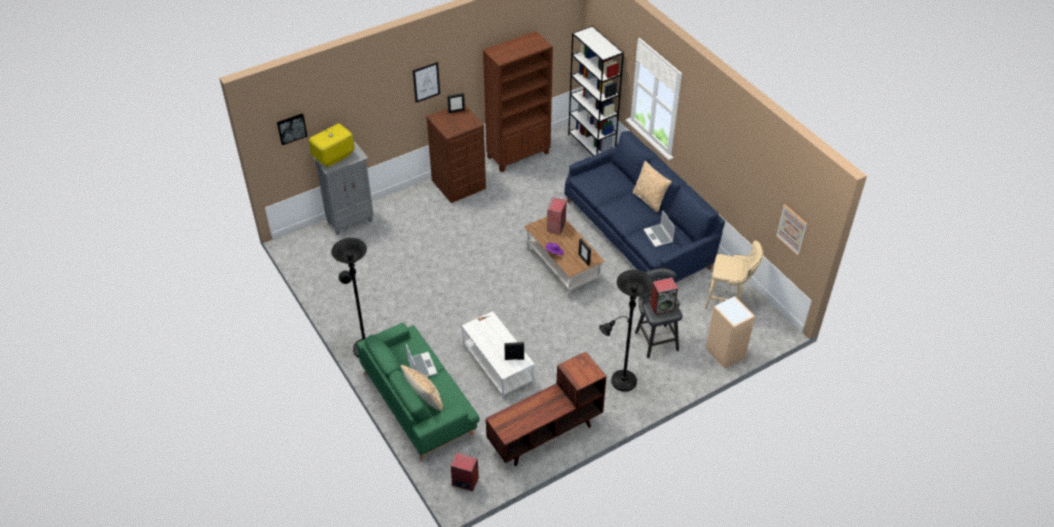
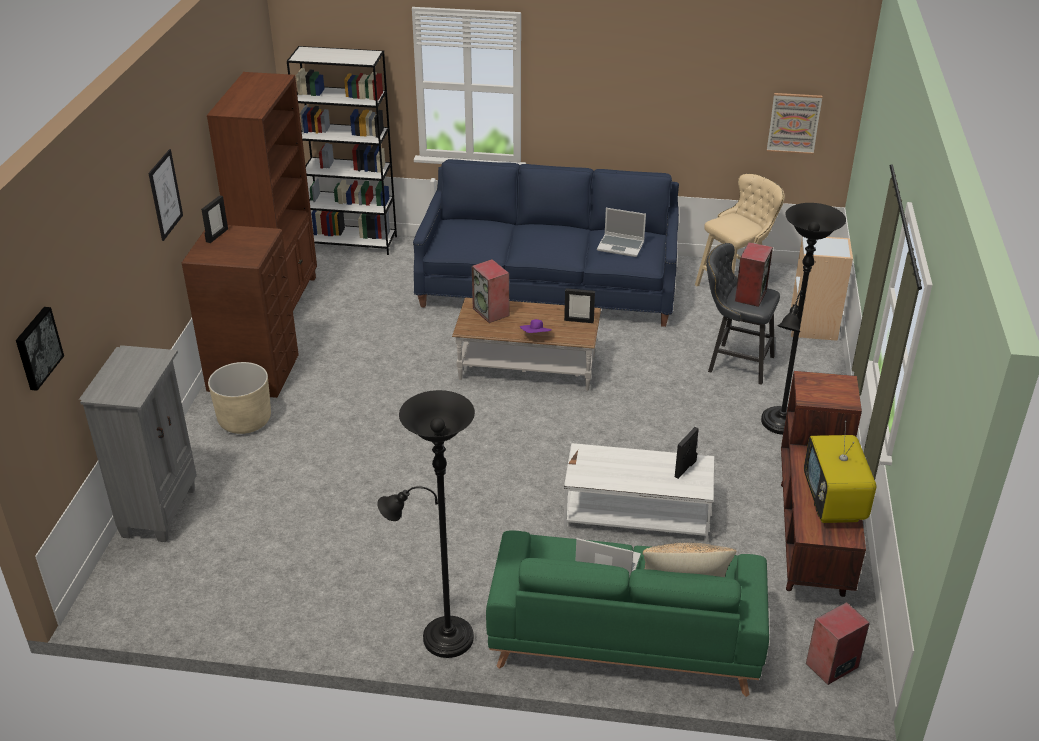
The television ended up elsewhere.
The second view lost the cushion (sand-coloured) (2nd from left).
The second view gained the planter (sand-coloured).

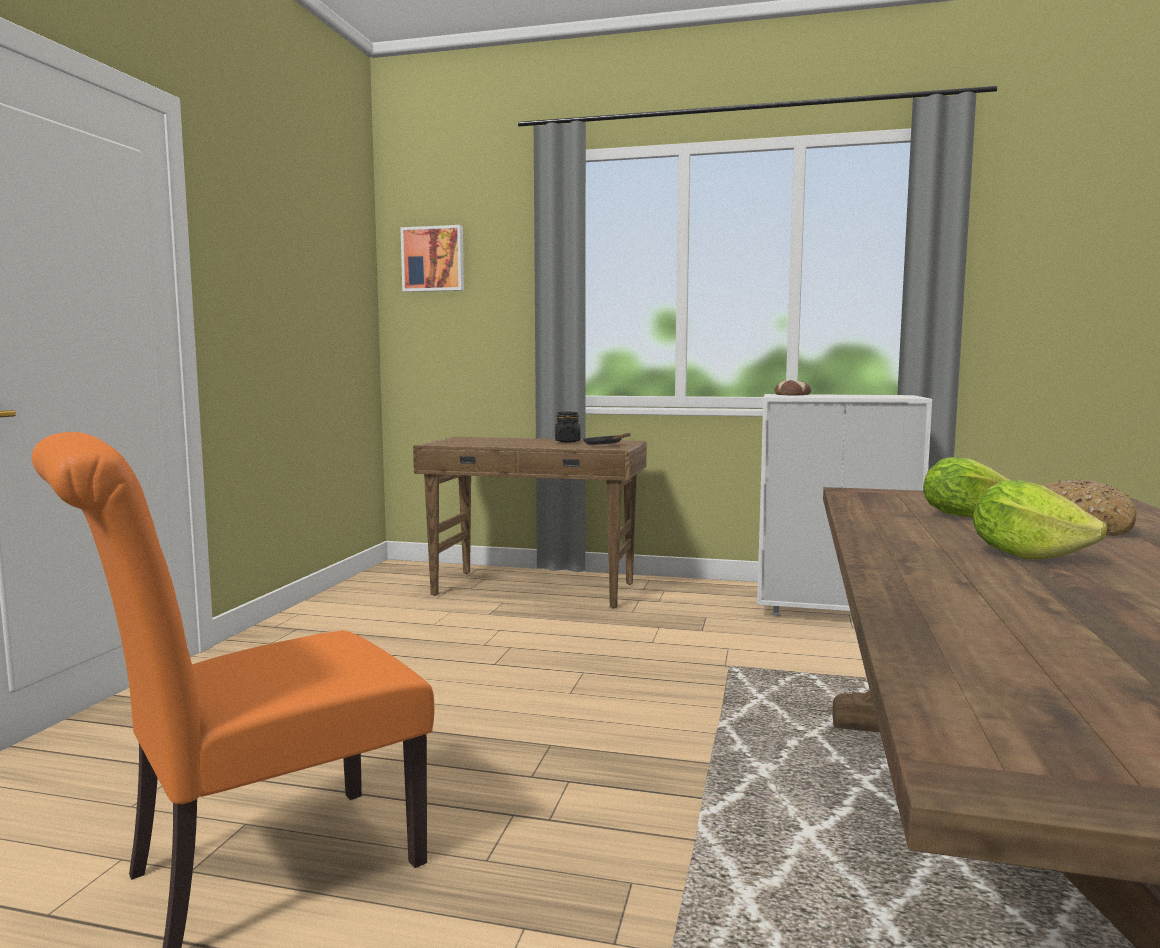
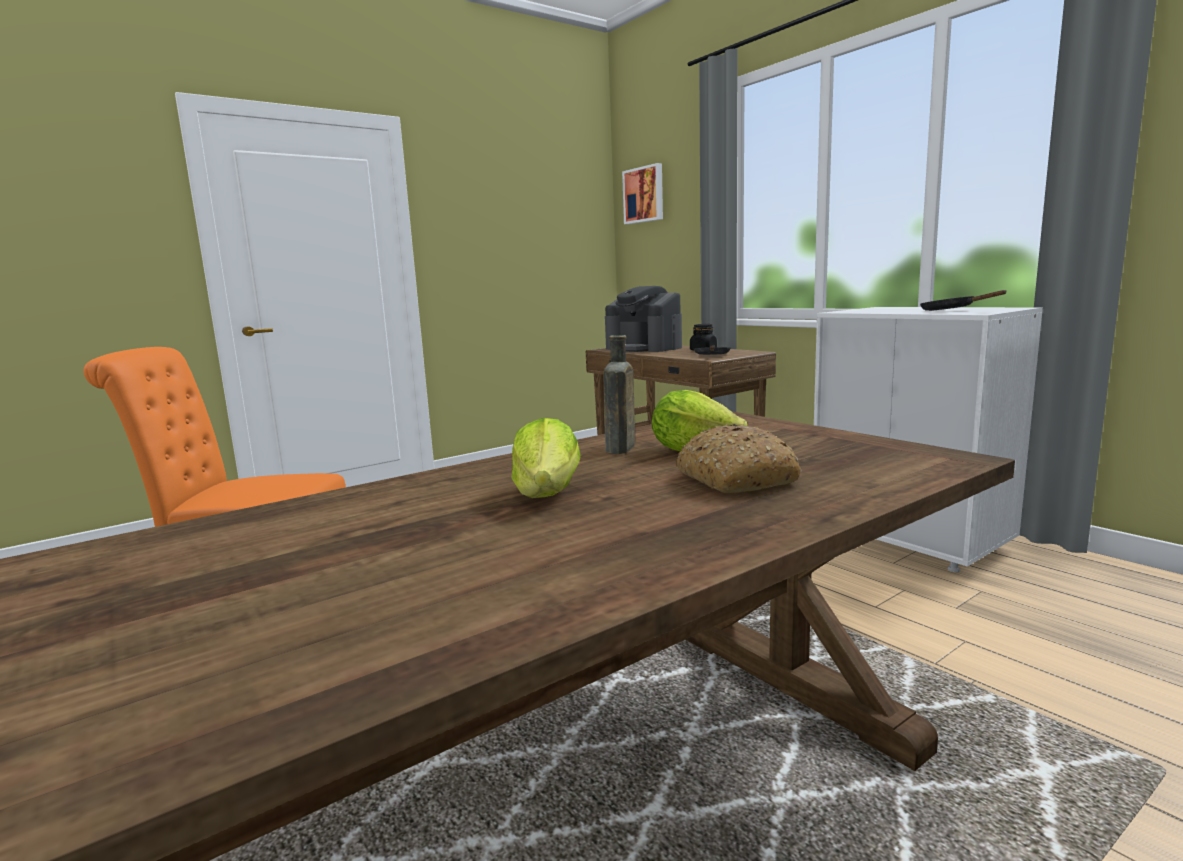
The second view lost the baked bread (1st from left).
The second view gained the coffee brewer.
The second view gained the frying pan (black-coloured) (2nd from left).
The second view gained the bottle (brownish).

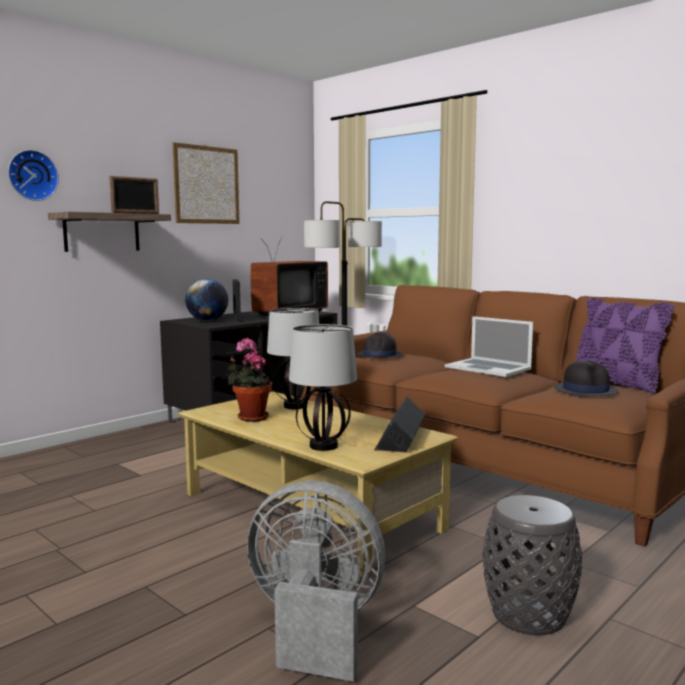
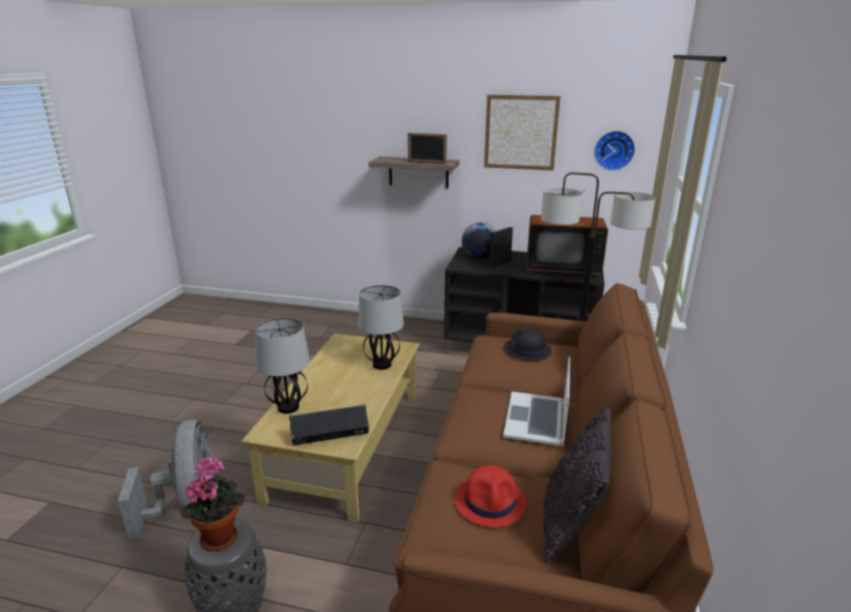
The clock on the wall ended up elsewhere.
What was the cushion (purple-coloured) turned into the cushion (black-coloured).
The potted plant ended up elsewhere.
What was the clothing hat (black-coloured) (2nd from left) turned into the clothing hat (reddish).

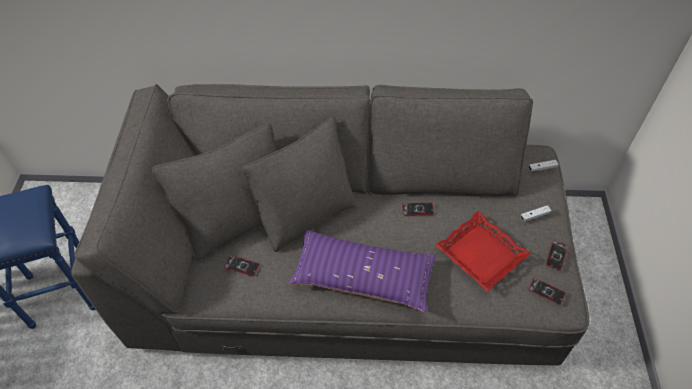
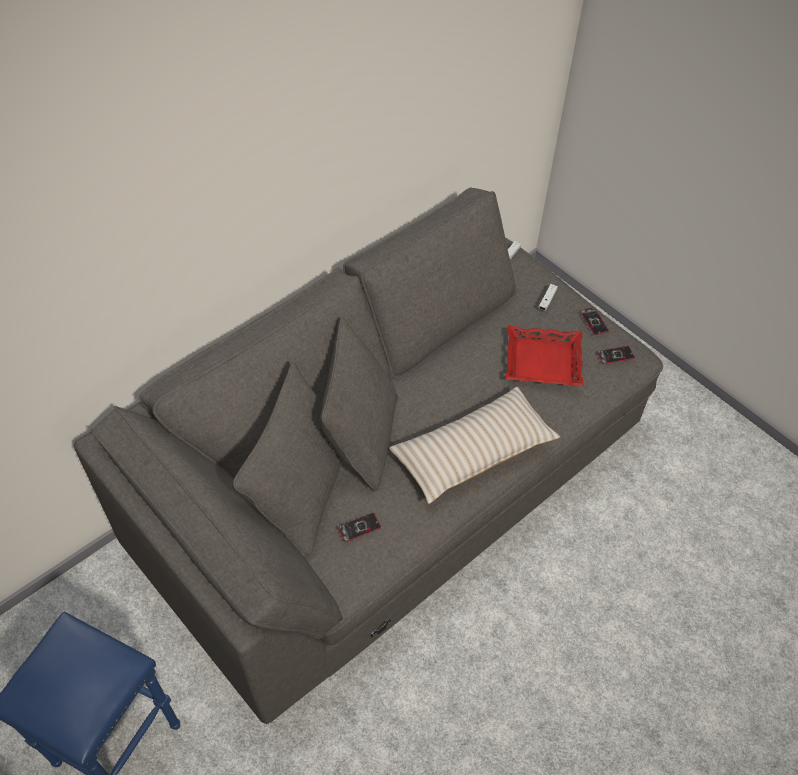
The second view lost the handset (2nd from left).
What was the cushion (purple-coloured) turned into the cushion (sand-coloured).

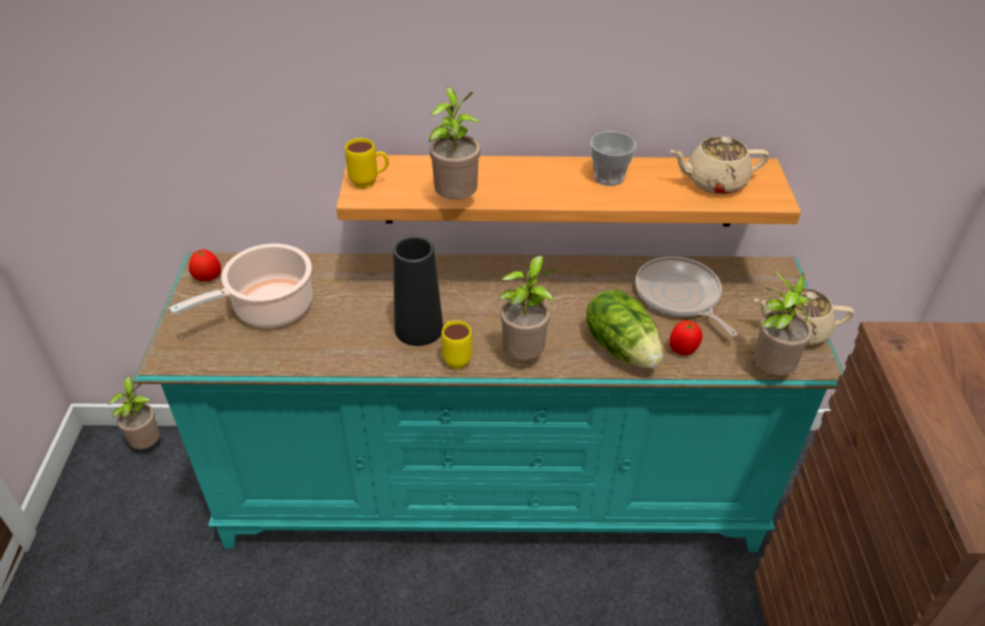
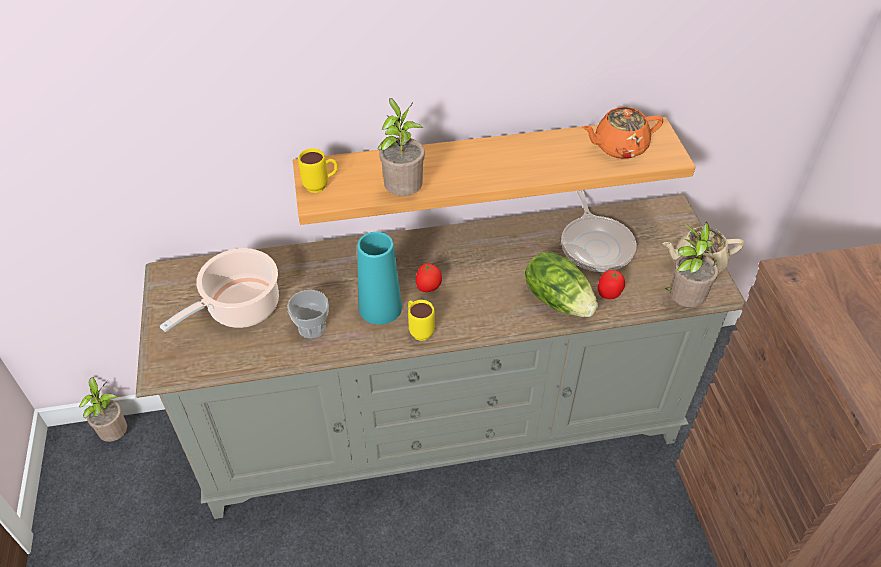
The small cup ended up elsewhere.
What was the pot for tea (sand-coloured) (1st from left) turned into the pot for tea (orangey).
What was the vase (black-coloured) turned into the vase (blue-green).
The whole tomato (1st from left) ended up elsewhere.
What was the storage cabinet (blue-green) turned into the storage cabinet (gray).
The second view lost the potted plant (3rd from left).
The frying pan ended up facing another way, 150 degrees counterclockwise from before.

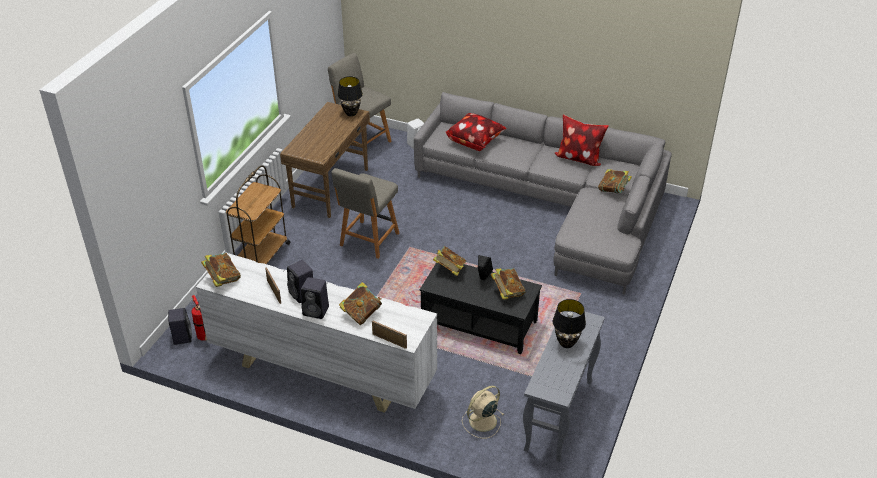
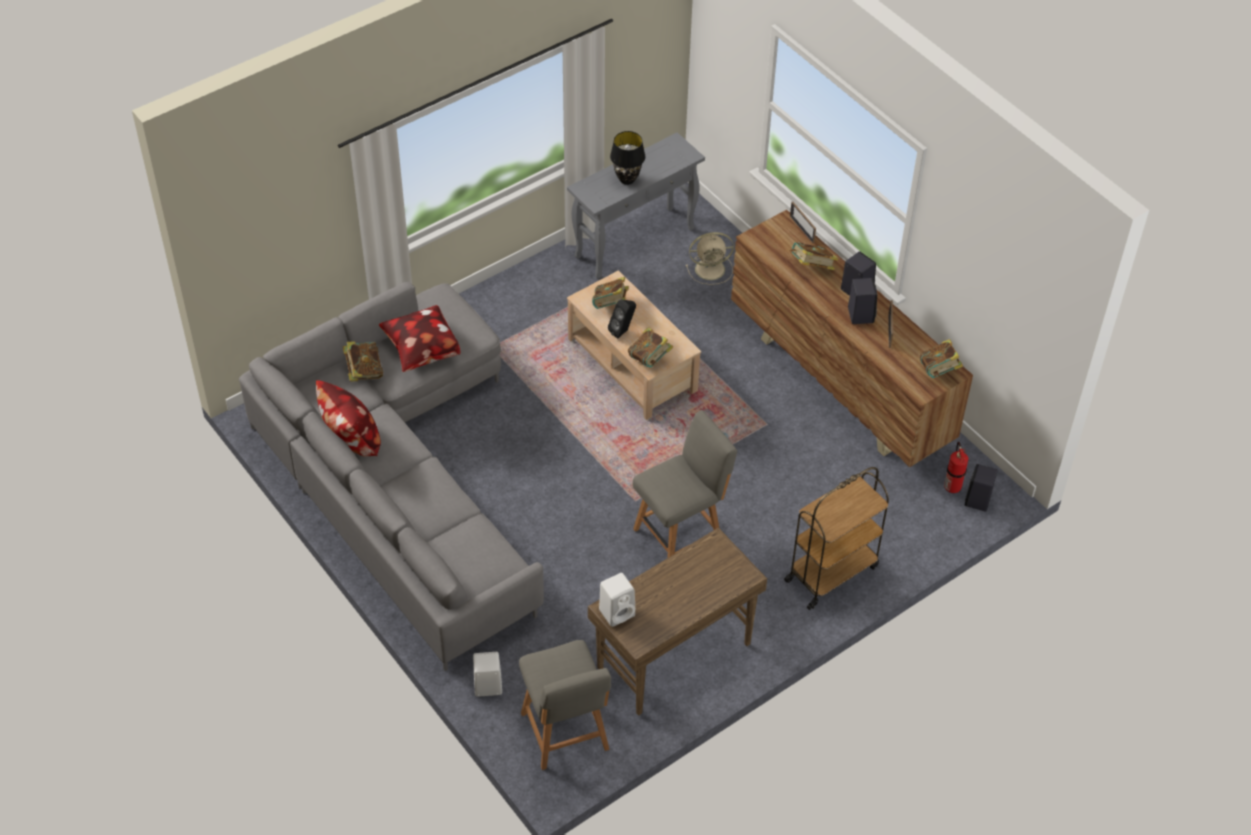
Where the tabletop lamp (black-coloured) (1st from left) stood, the audio speaker (white) (2nd from left) came to stand.
The cushion (1st from left in the first image) ended up elsewhere.
What was the storage cabinet (white) turned into the storage cabinet (brownish).
What was the coffee table (black-coloured) turned into the coffee table (sand-coloured).

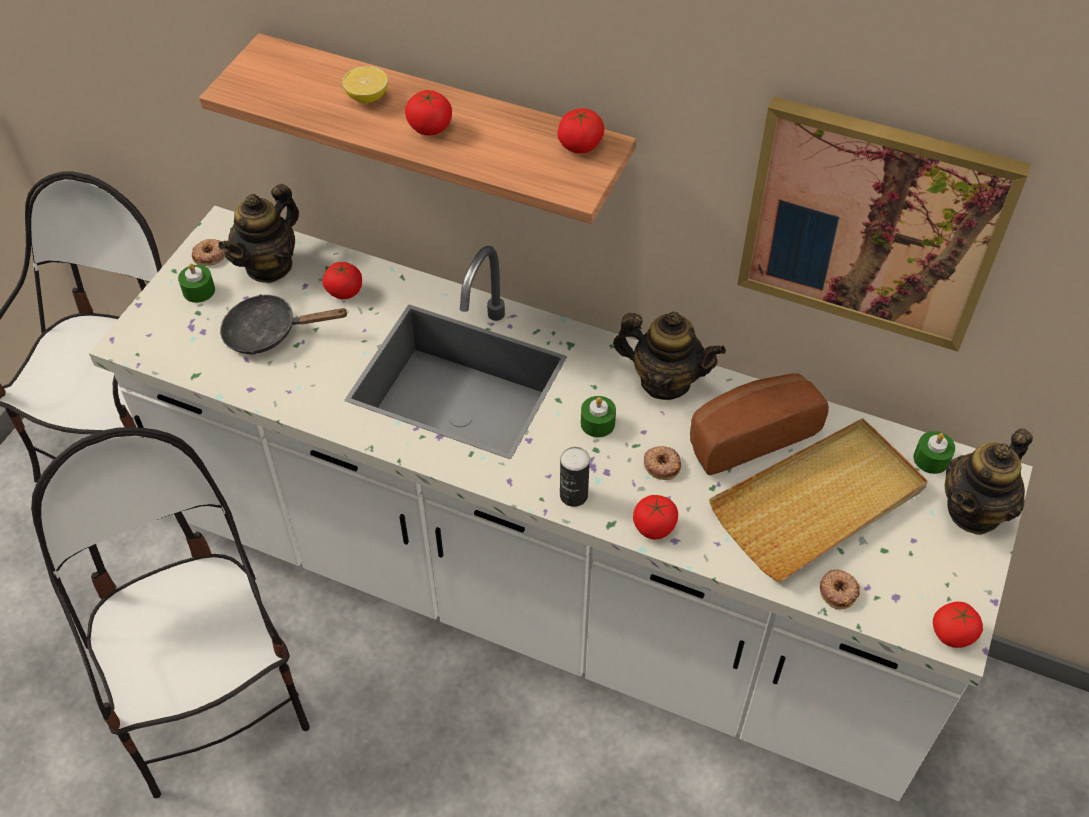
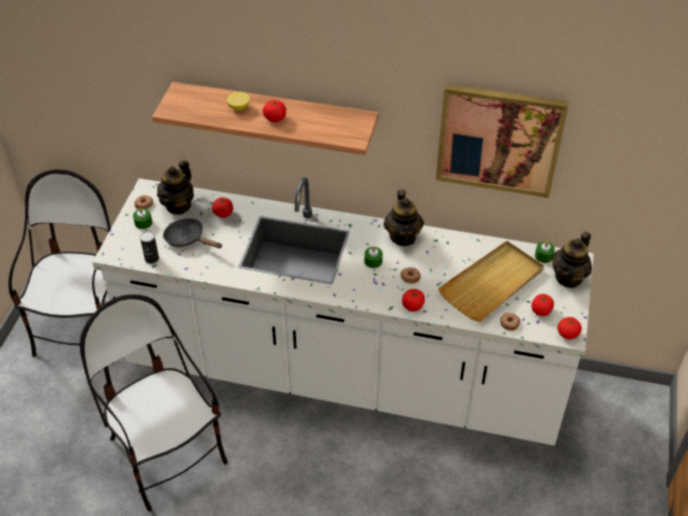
The whole tomato (3rd from left in the first image) ended up elsewhere.
The frying pan (black-coloured) ended up facing another way, 45 degrees clockwise from before.
The pot for tea (2nd from left) ended up facing another way, 75 degrees clockwise from before.
The second view lost the baked bread.
The can ended up elsewhere.

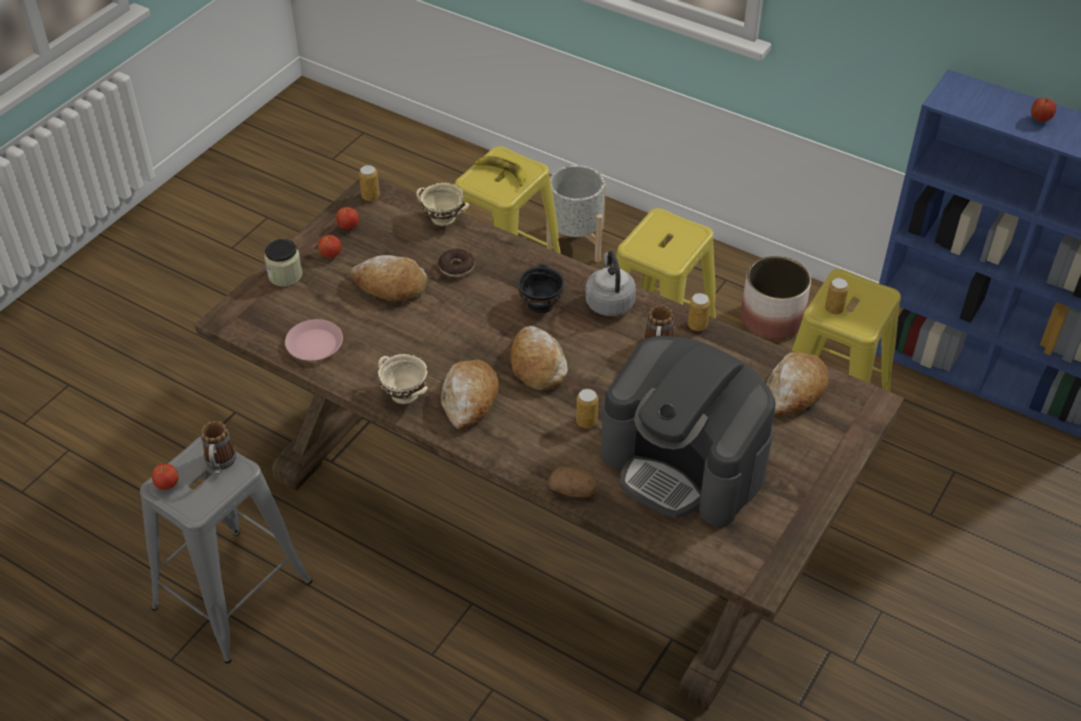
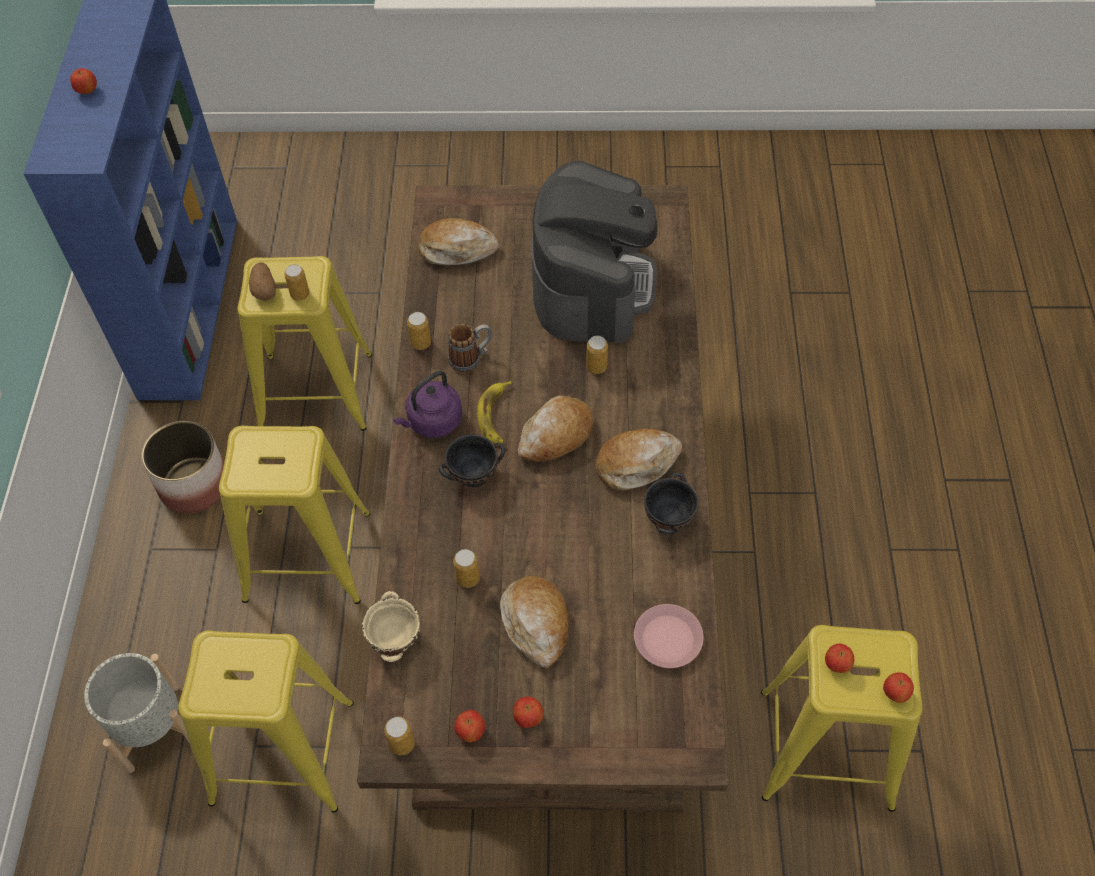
The whole banana ended up elsewhere.
The second view lost the jar.
Where the ring doughnut stood, the can (4th from left) came to stand.
What was the water kettle (gray) turned into the water kettle (purple-coloured).
What was the deep dish (sand-coloured) (1st from left) turned into the deep dish (black-coloured) (2nd from left).
Where the tea mug (1st from left) stood, the whole apple (4th from left) came to stand.
What was the stool (gray) turned into the stool (yellow) (4th from left).
The whole potato ended up elsewhere.

